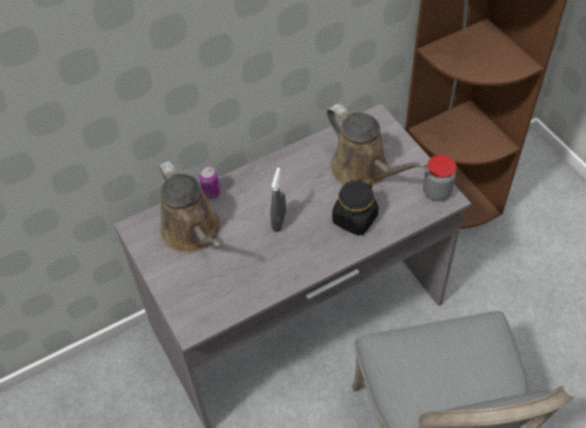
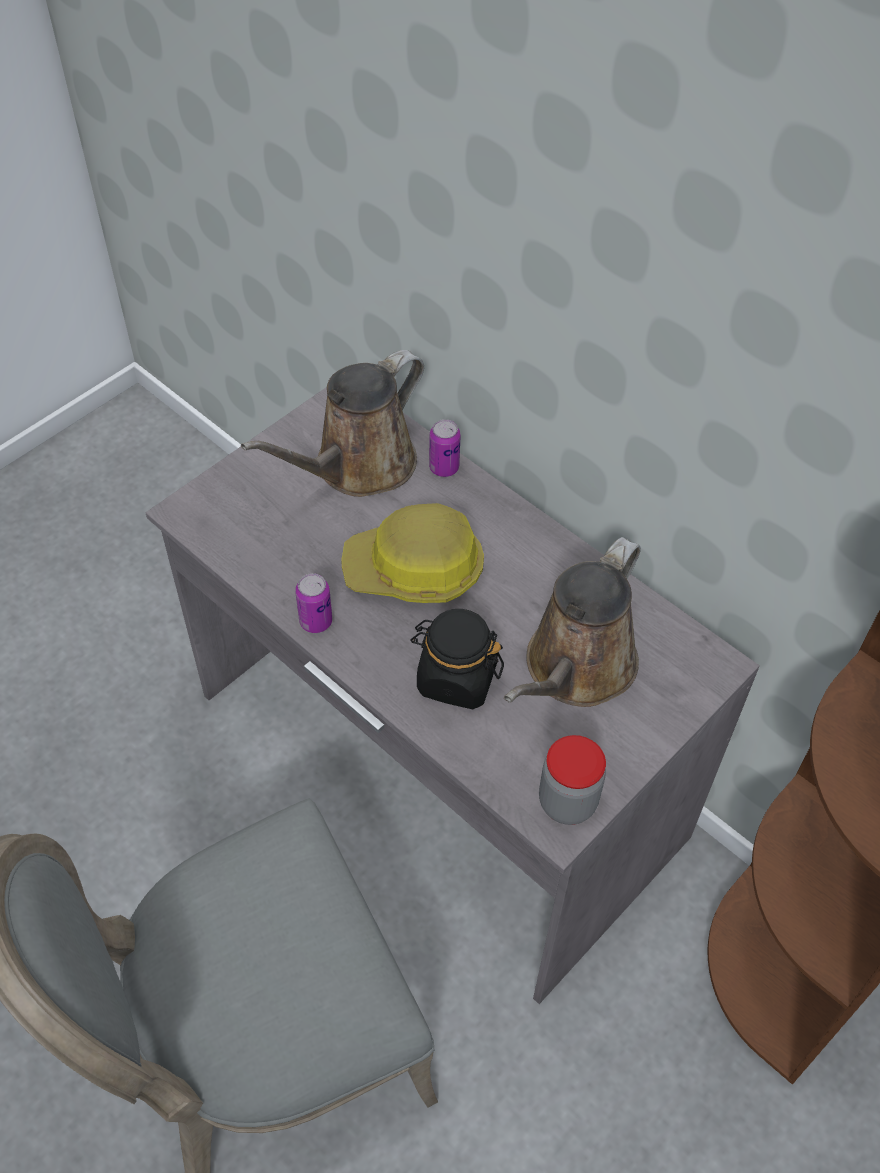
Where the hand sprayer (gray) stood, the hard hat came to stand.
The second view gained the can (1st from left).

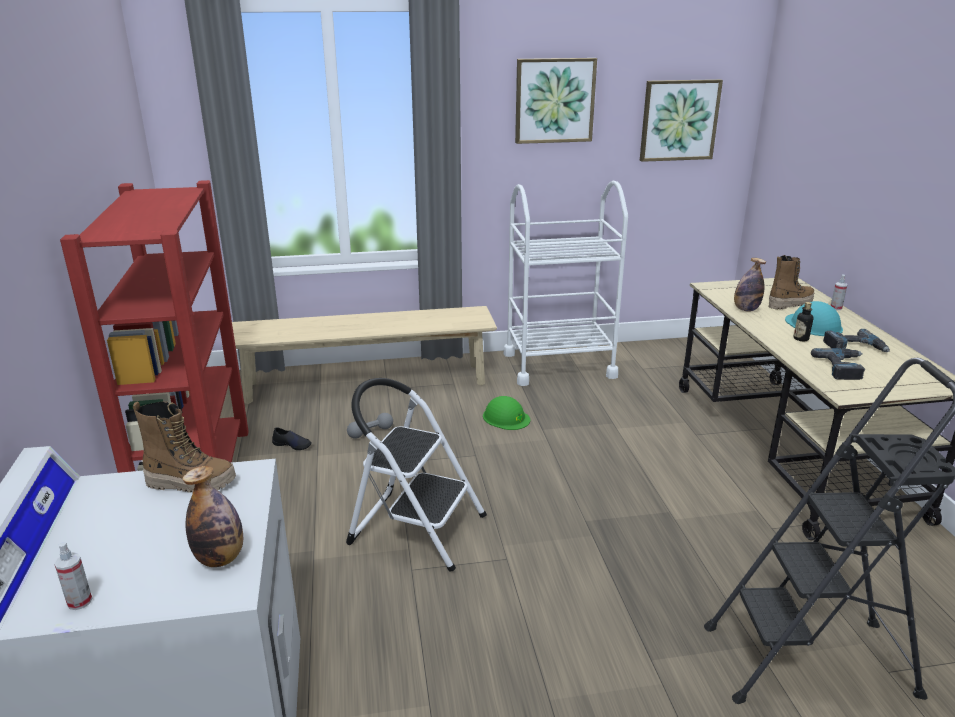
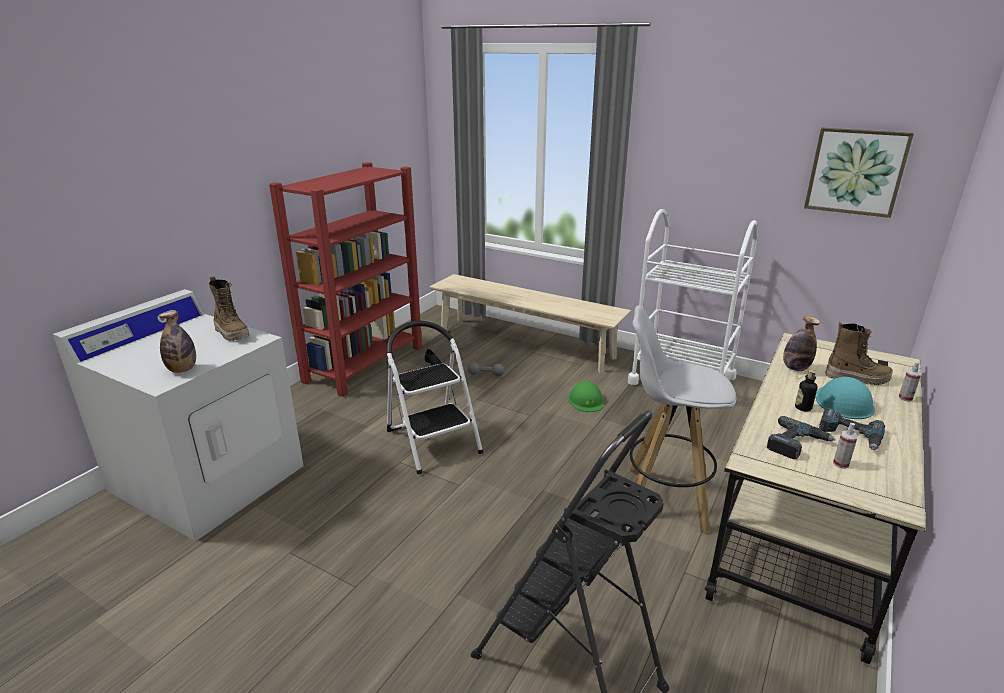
The second view lost the picture (1st from left).
The hand sprayer (1st from left) ended up elsewhere.
The second view gained the stool (white).

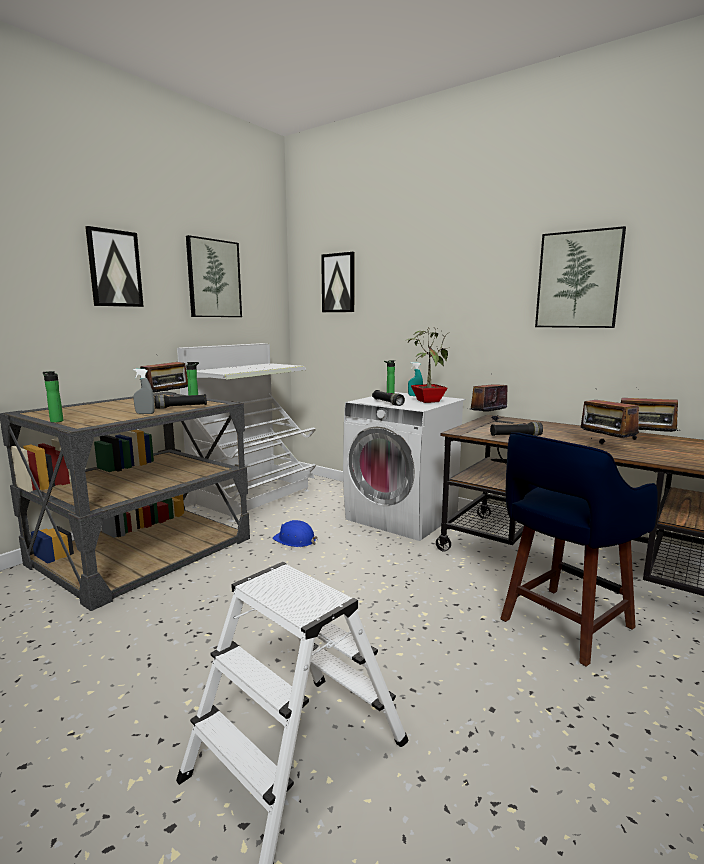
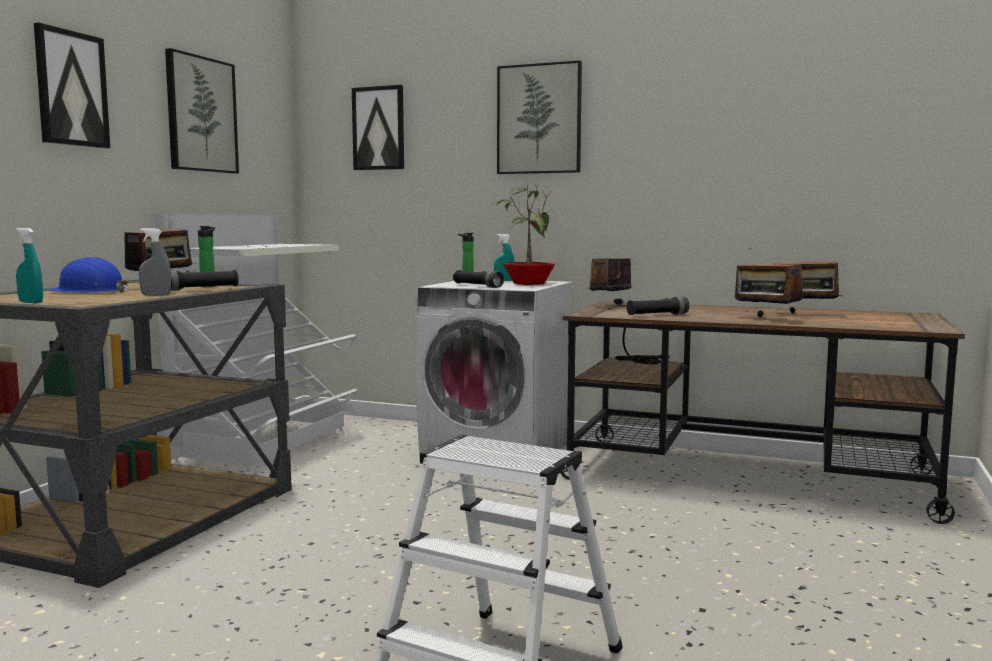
The picture (4th from left) ended up elsewhere.
Where the bottle (1st from left) stood, the hand sprayer (blue-green) (1st from left) came to stand.
The second view lost the stool (bluish).
The hard hat (bluish) ended up elsewhere.

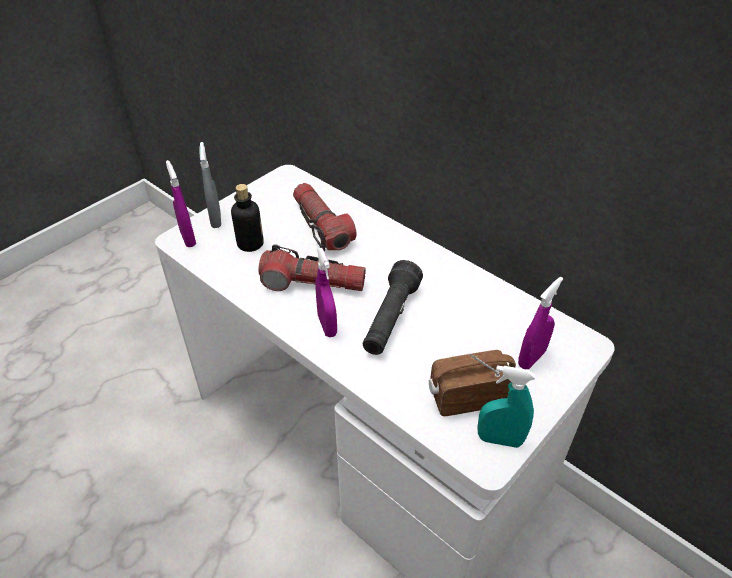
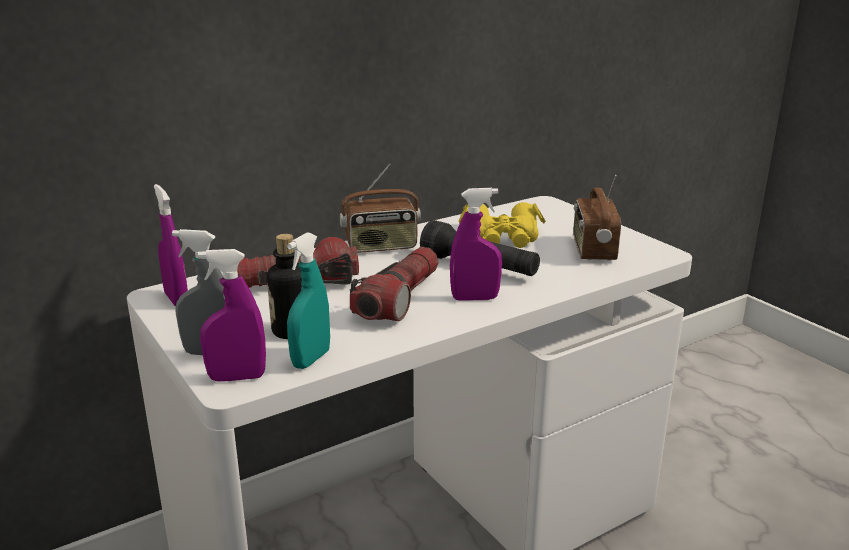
The hand sprayer (purple-coloured) (3rd from left in the first image) ended up elsewhere.
The hand sprayer (blue-green) ended up elsewhere.
The second view gained the radio set (1st from left).
The second view gained the pair of binoculars (yellow).

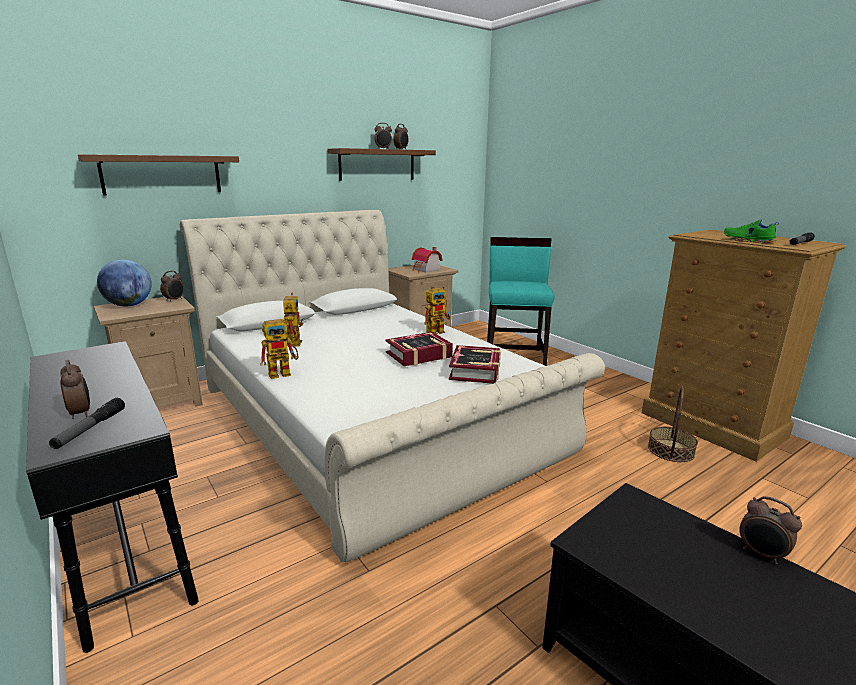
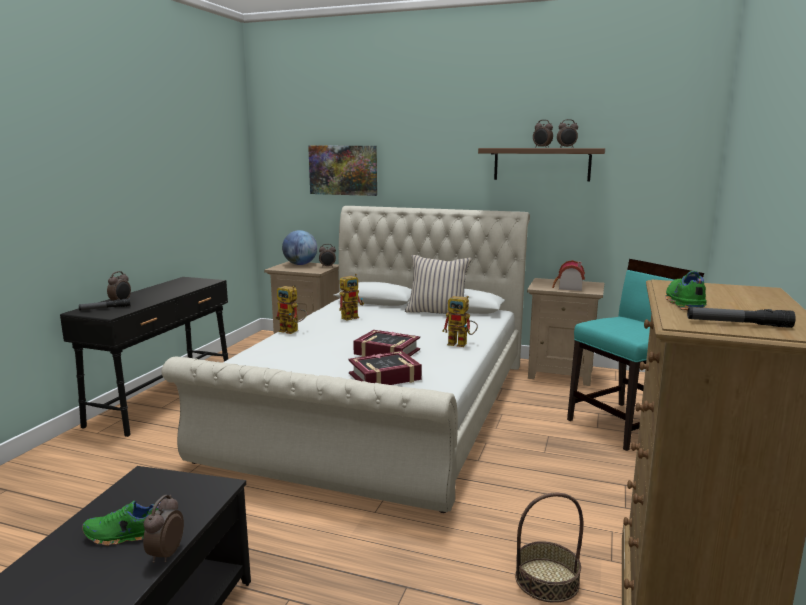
Where the shelf (brownish) (1st from left) hung, the picture came to hang.
The second view gained the cushion (sand-coloured).
The second view gained the shoe (green-coloured) (1st from left).

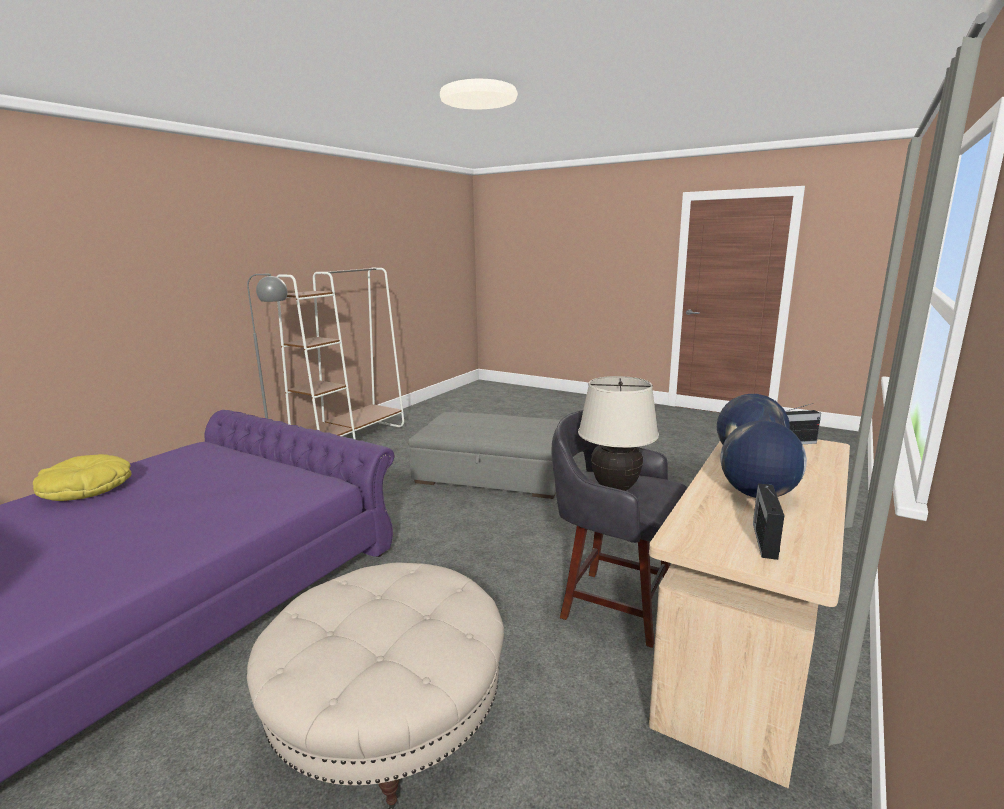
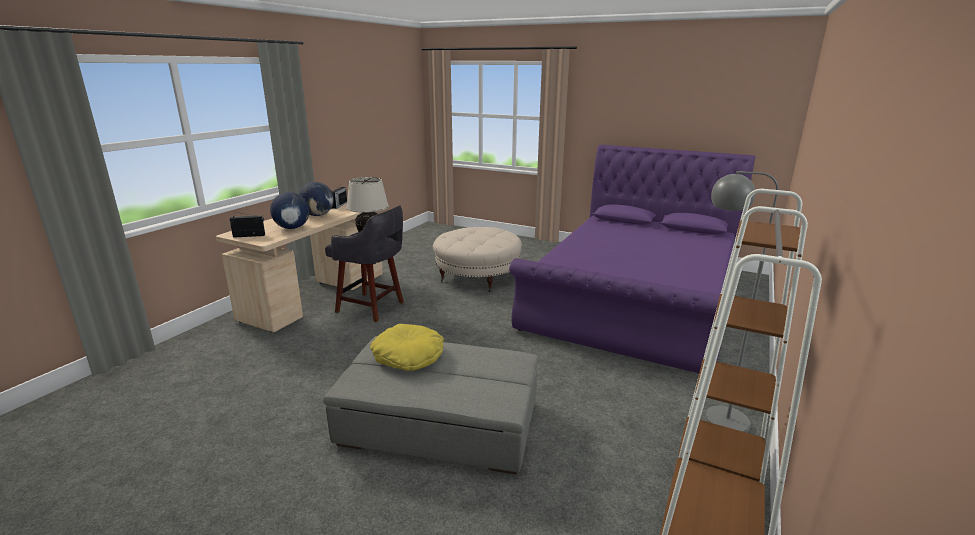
The cushion (yellow) ended up elsewhere.

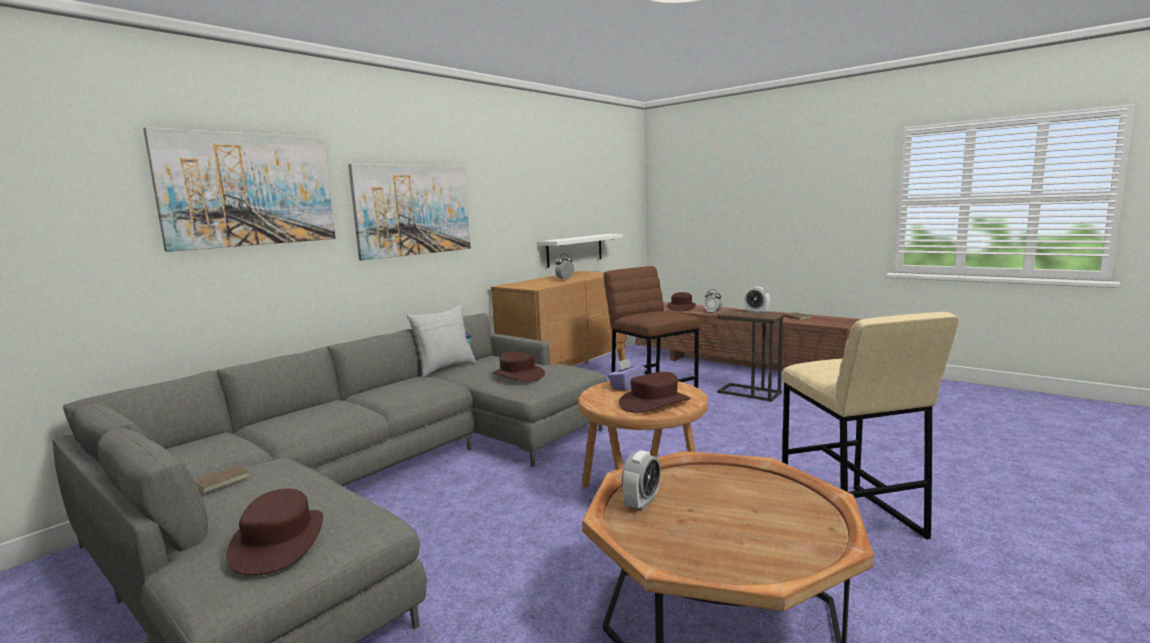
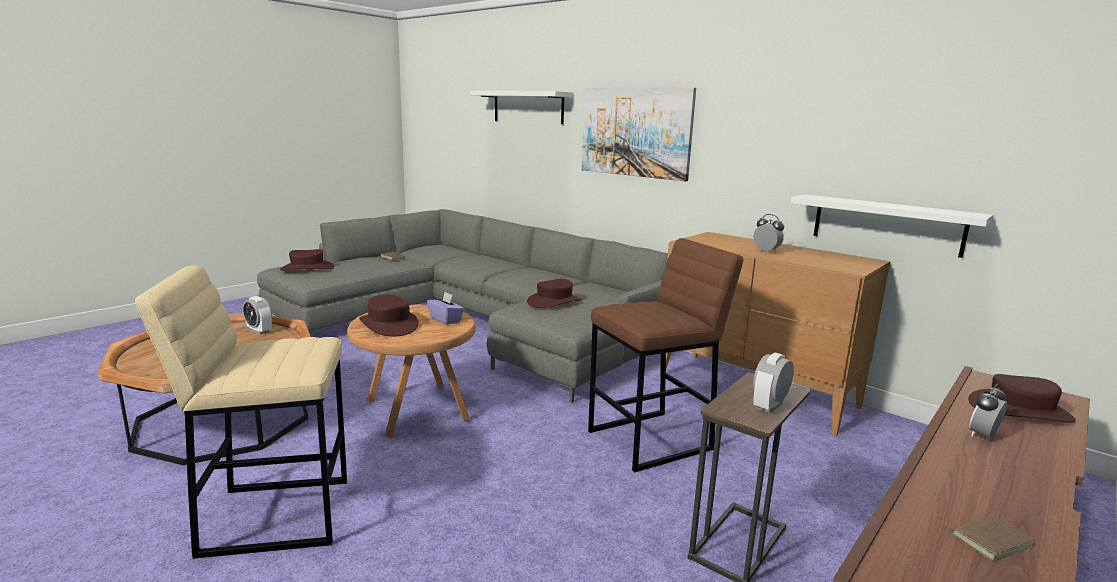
Where the picture (1st from left) hung, the shelf (white) (1st from left) came to hang.
The second view lost the cushion (gray).

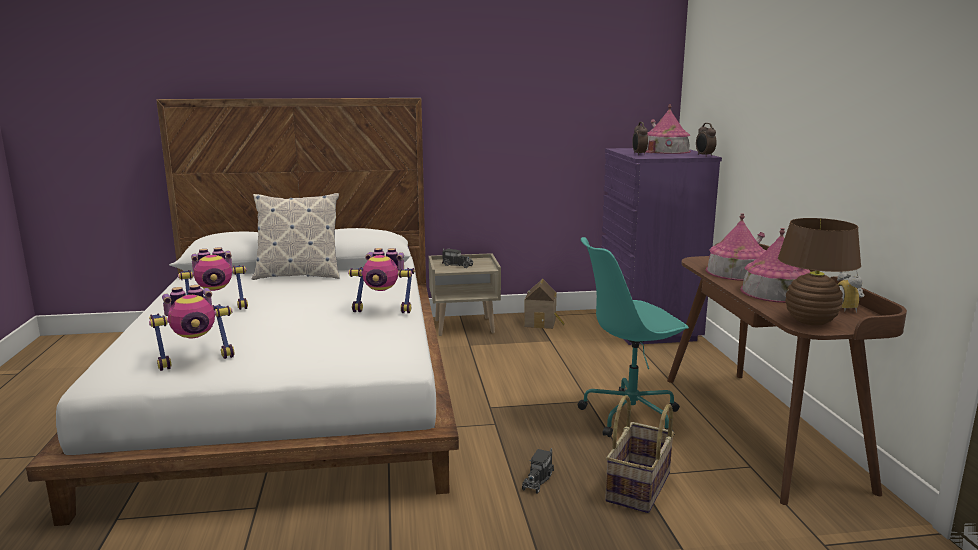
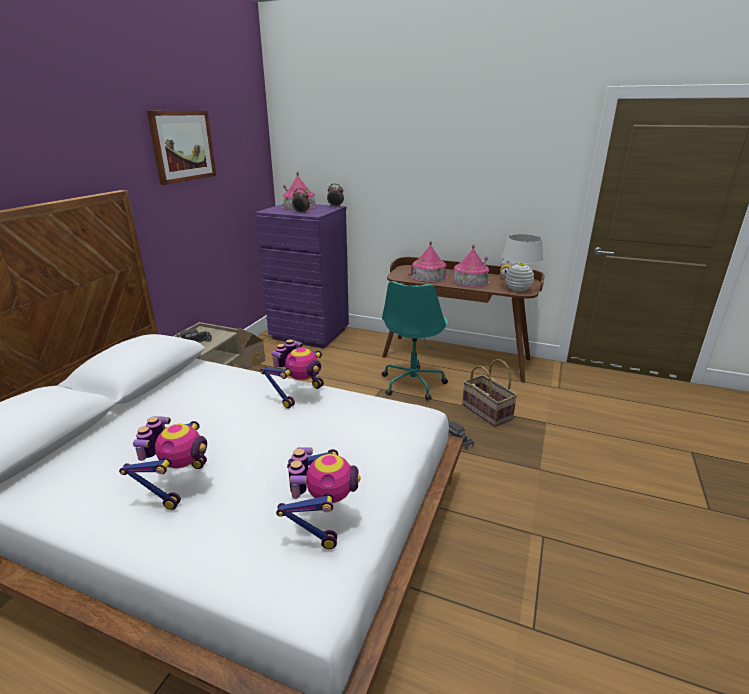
The second view lost the cushion.
What was the tabletop lamp (brownish) turned into the tabletop lamp (white).
The second view gained the picture.

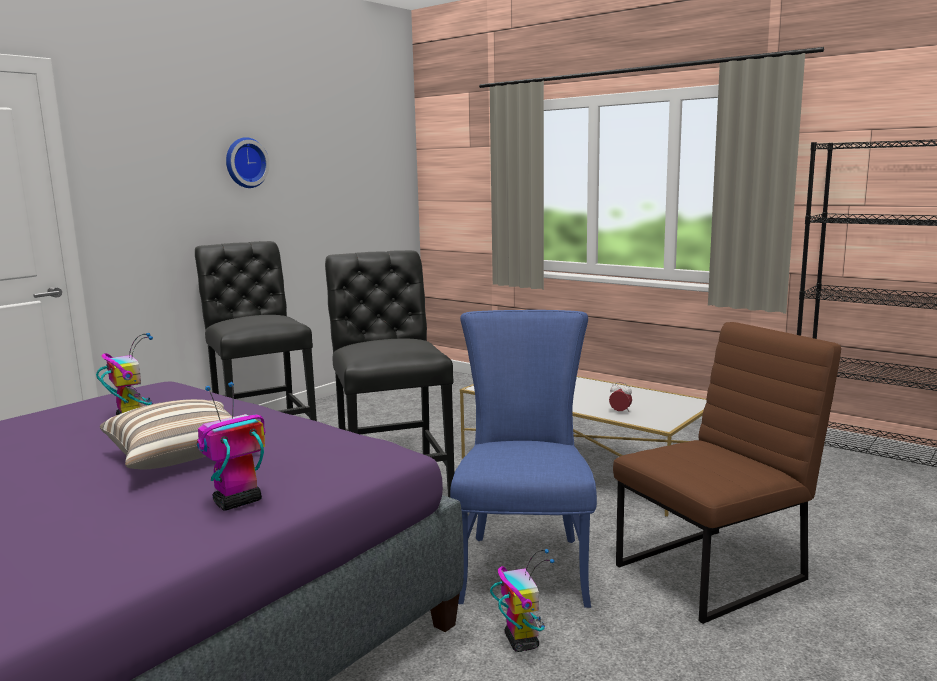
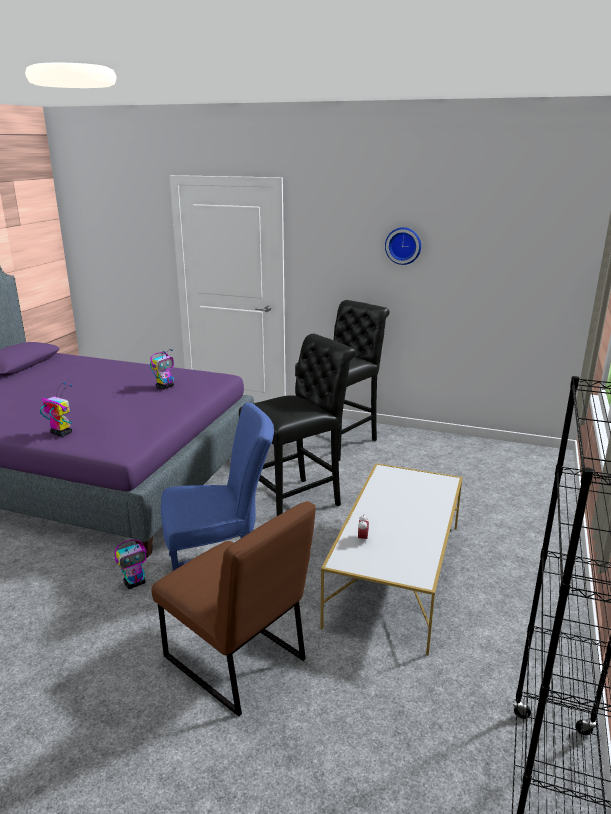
The second view lost the cushion.

